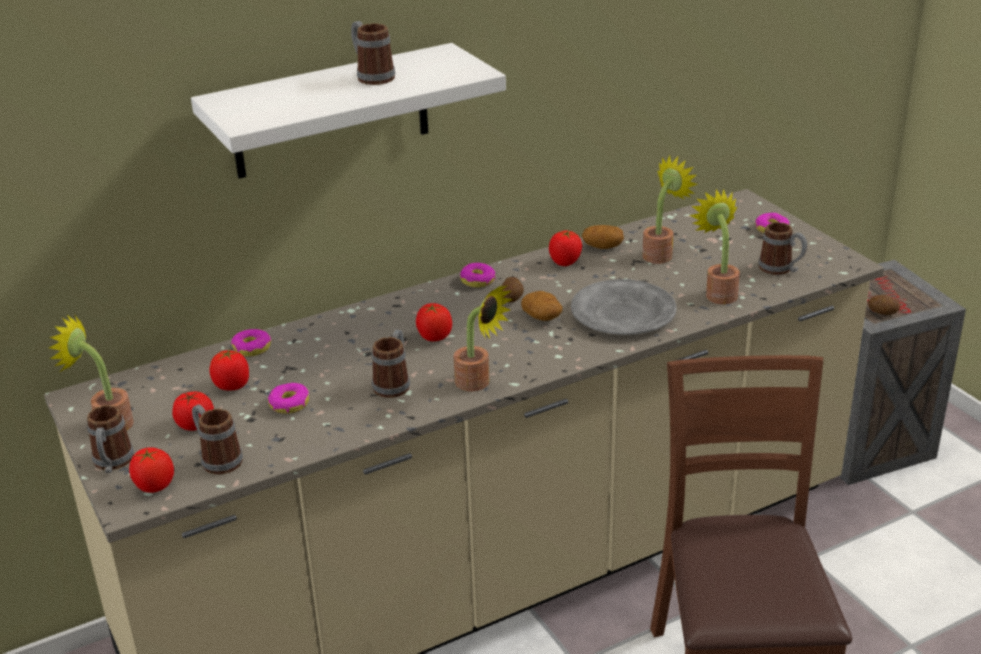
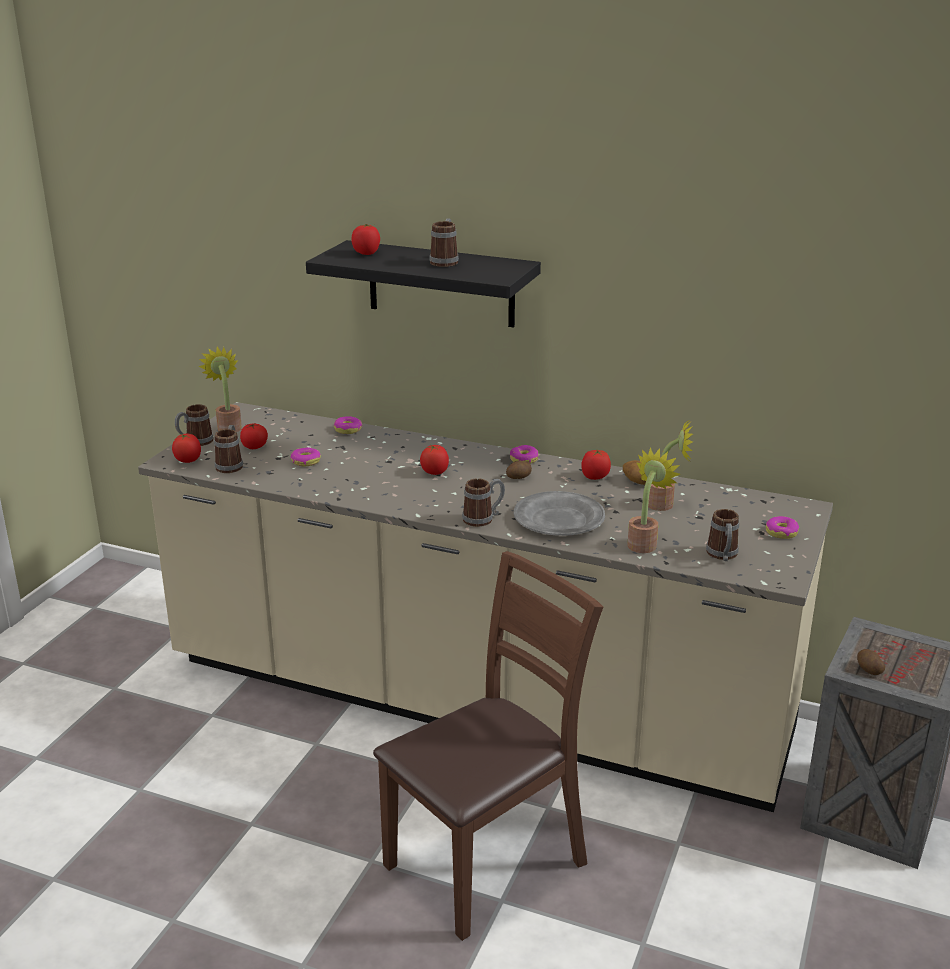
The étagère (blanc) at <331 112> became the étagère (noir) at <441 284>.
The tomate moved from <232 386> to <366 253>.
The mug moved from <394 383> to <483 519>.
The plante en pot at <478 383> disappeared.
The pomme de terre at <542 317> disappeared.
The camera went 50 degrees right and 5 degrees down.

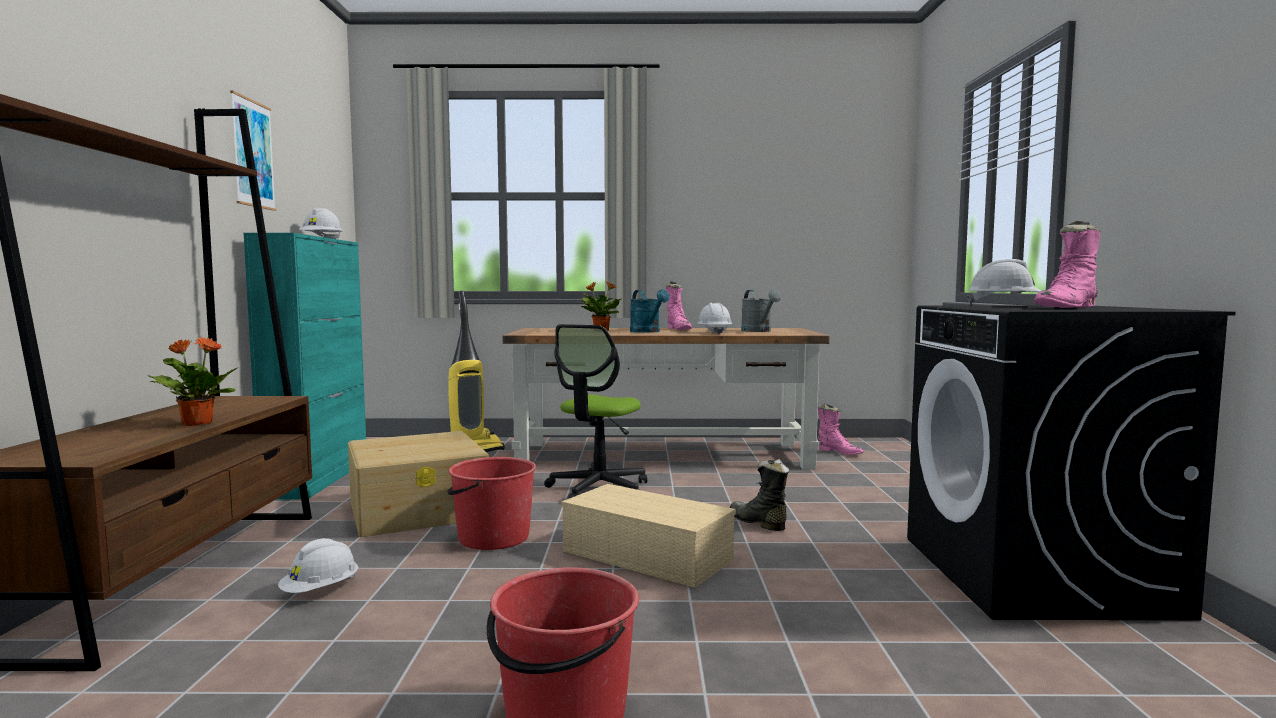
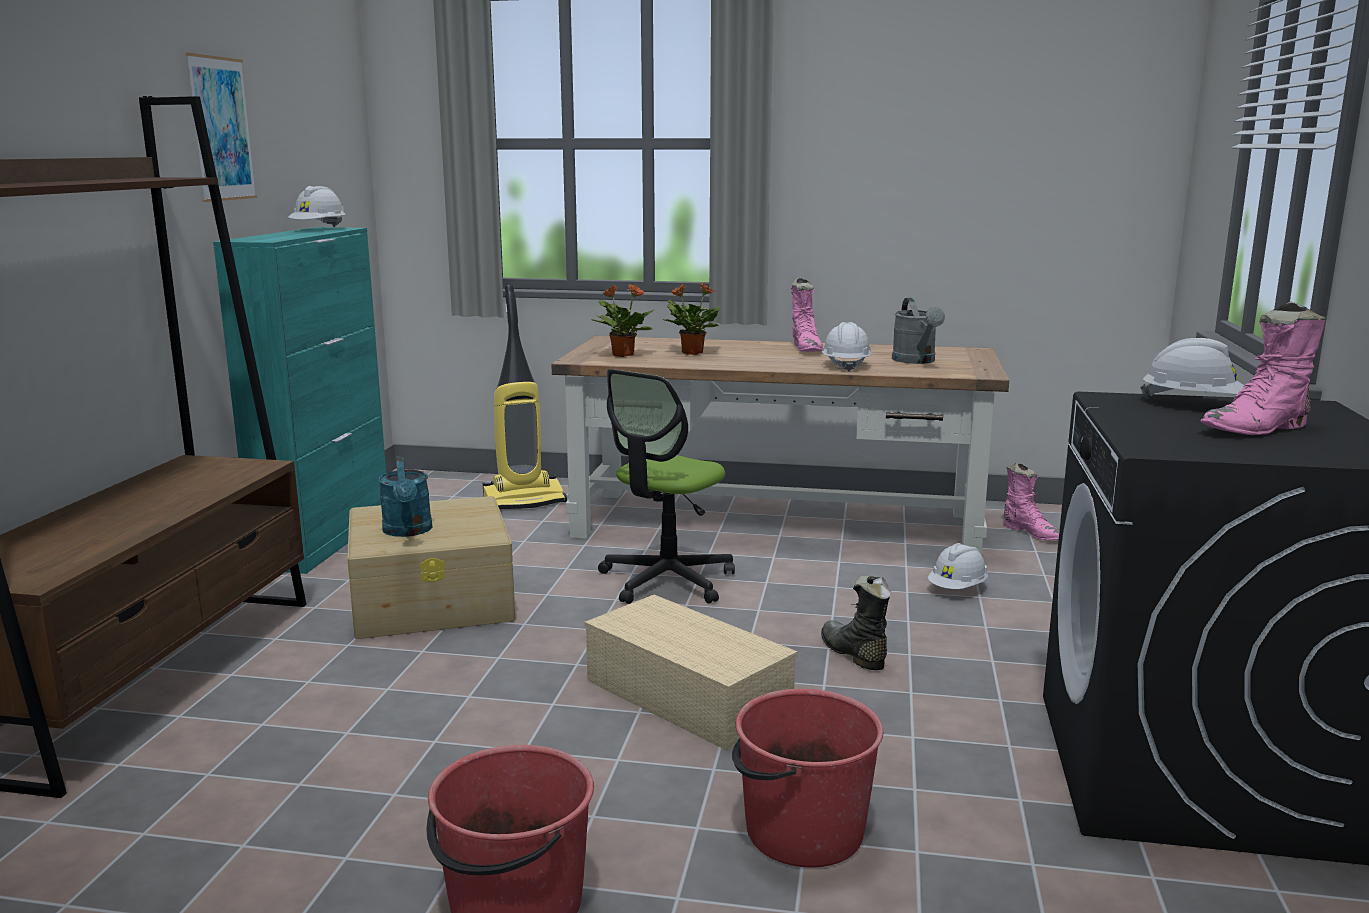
The plante en pot moved from <196 423> to <622 355>.
The casque de chantier (blanc) moved from <320 591> to <957 589>.
The seau (rouge) moved from <492 538> to <802 832>.
The arrosoir (turquoise) moved from <648 332> to <408 531>.
The camera went 10 degrees right and 10 degrees up.

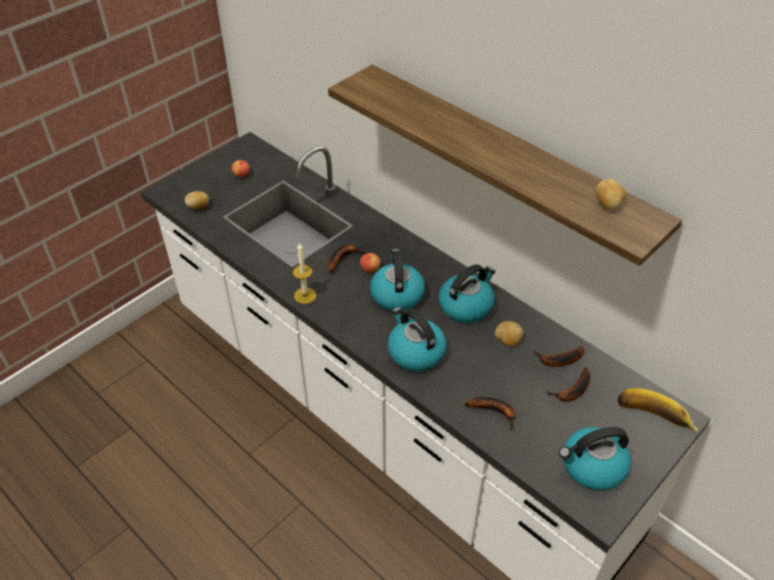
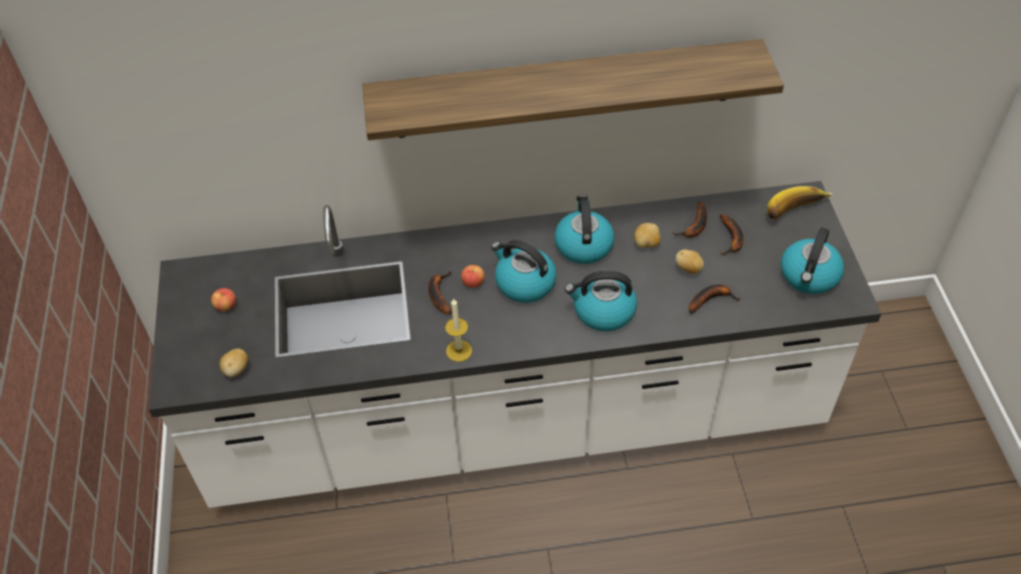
The pomme de terre moved from <608 205> to <688 269>.
The camera went 50 degrees left and 5 degrees up.

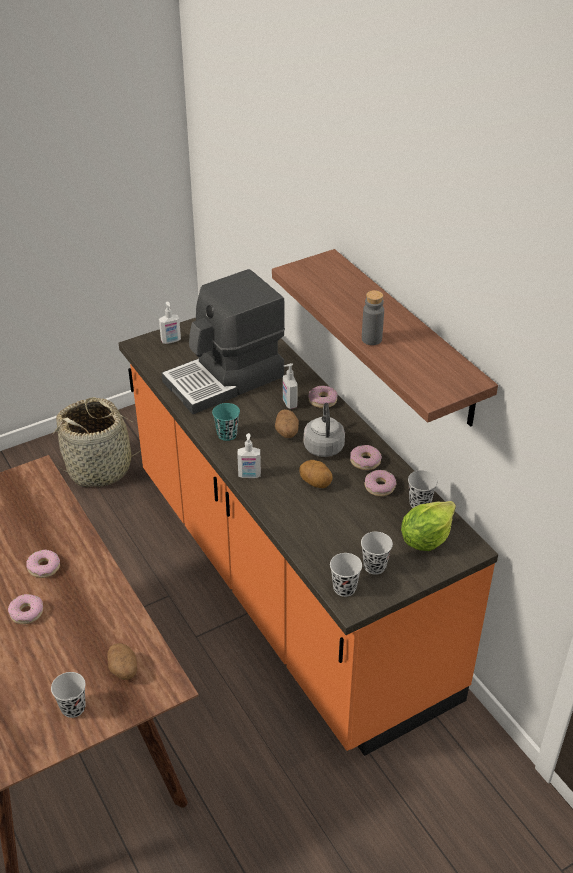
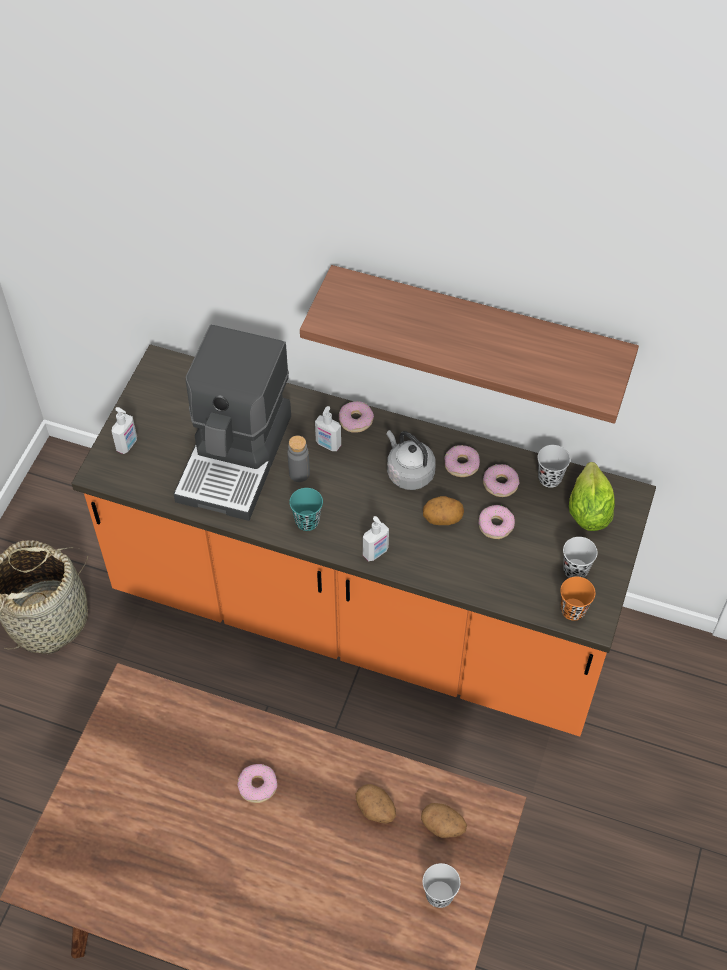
The beignet moved from <26 612> to <495 525>.
The pomme de terre moved from <287 433> to <376 810>.
The tasse (noir) at <344 588> became the tasse (orange) at <573 610>.
The bouteille (gris) moved from <371 339> to <299 473>.
The camera went 40 degrees left and 15 degrees up.

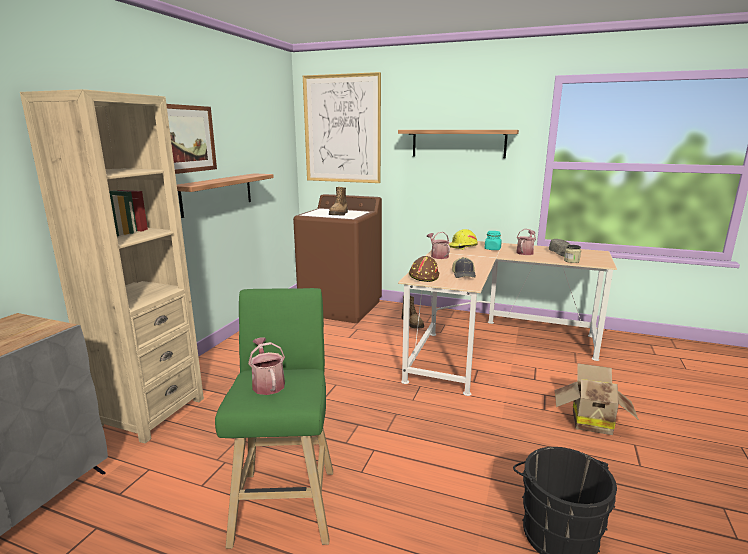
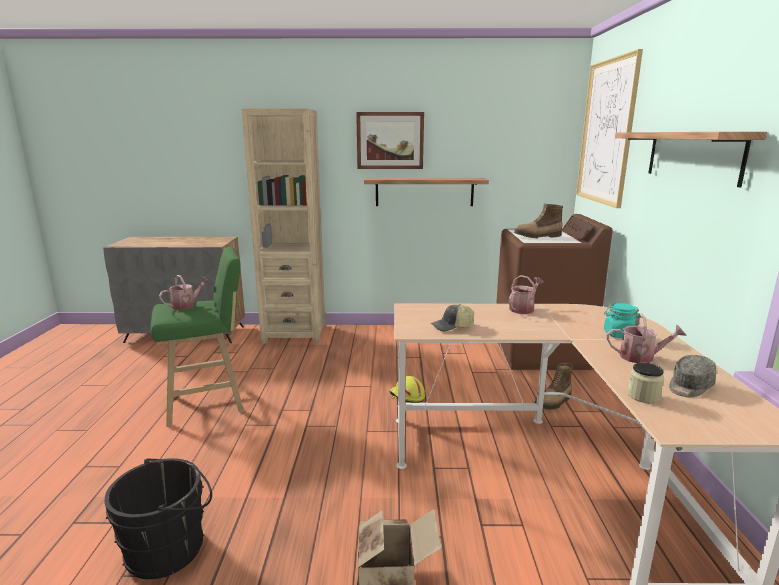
The casque de chantier (marron) at <423 276> disappeared.
The casque de chantier (jaune) moved from <463 247> to <407 396>.
The camera went 70 degrees right and 0 degrees up.

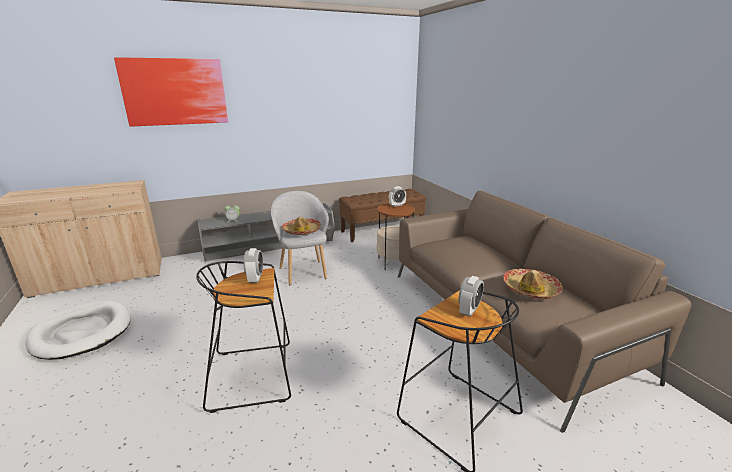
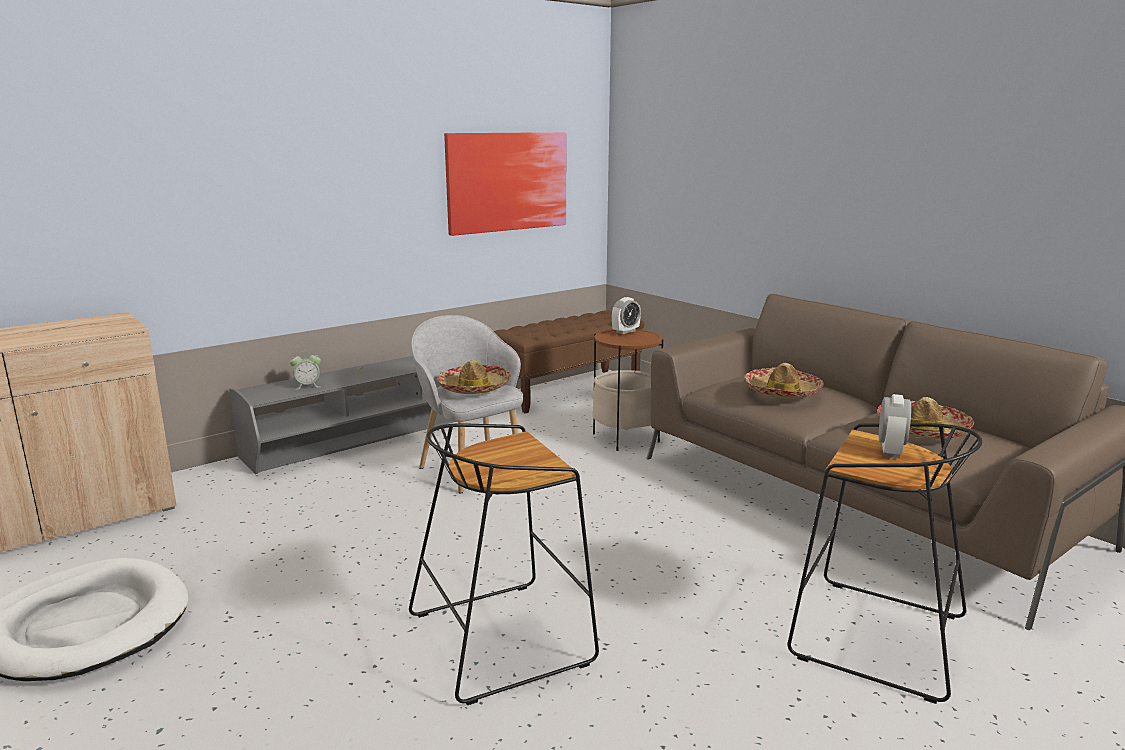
The tableau moved from <175 92> to <507 181>.
The réveil at <255 278> disappeared.
The chapeau at <782 392> appeared.
The camera went 15 degrees left and 5 degrees down.

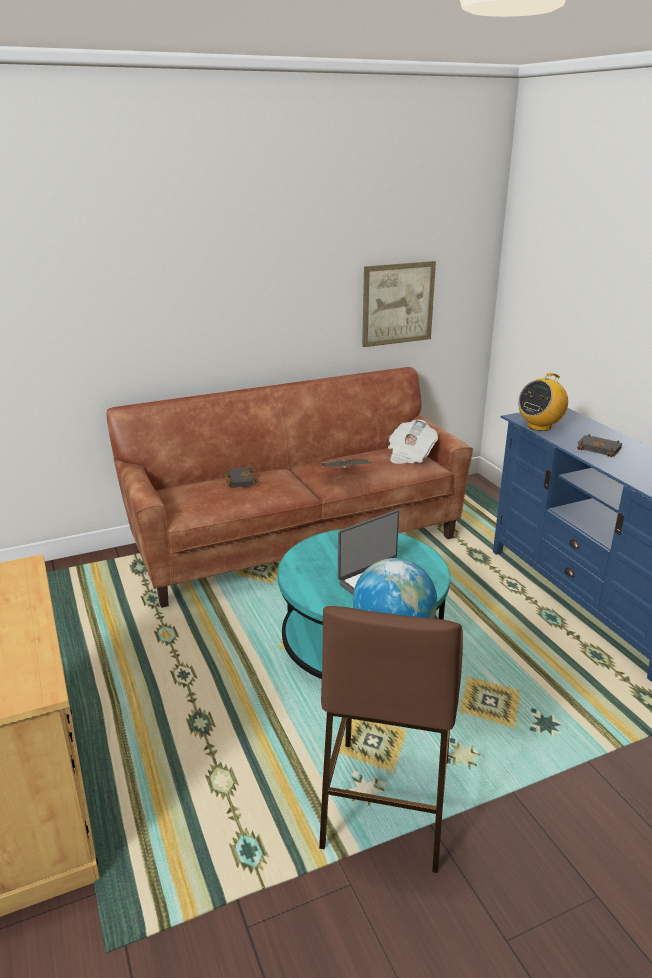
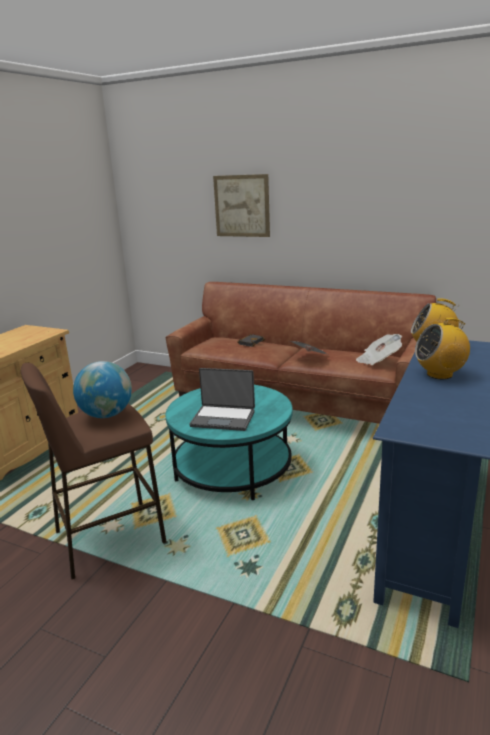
The tableau moved from <398 303> to <242 206>.
The livre (noir) at <600 449> was replaced by the radio at <440 374>.
The camera went 50 degrees right and 5 degrees down.

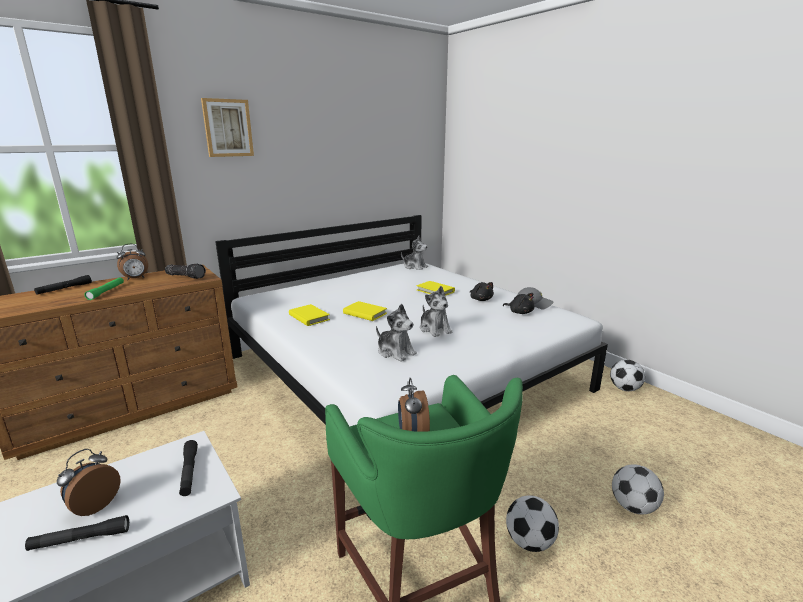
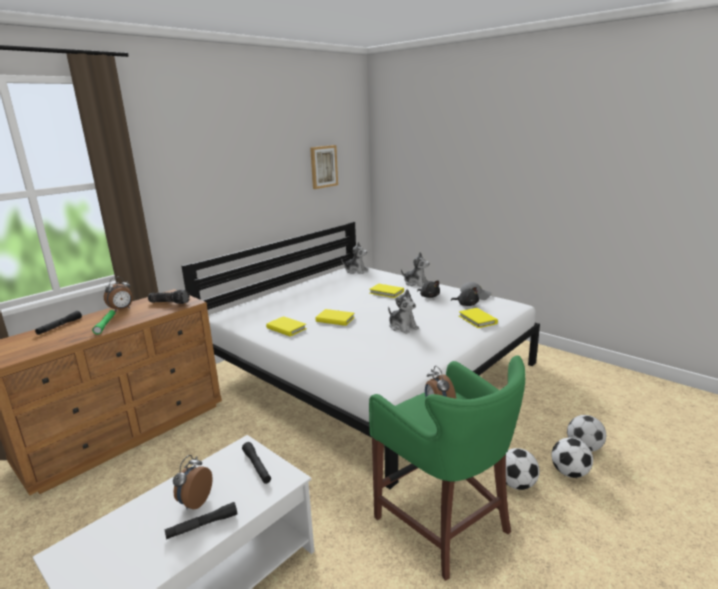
The tableau moved from <227 128> to <323 166>.
The peluche moved from <395 352> to <416 283>.
The ballon de foot moved from <624 389> to <569 472>.
The livre (jaune) at <477 320> appeared.
The camera went 10 degrees left and 0 degrees up.

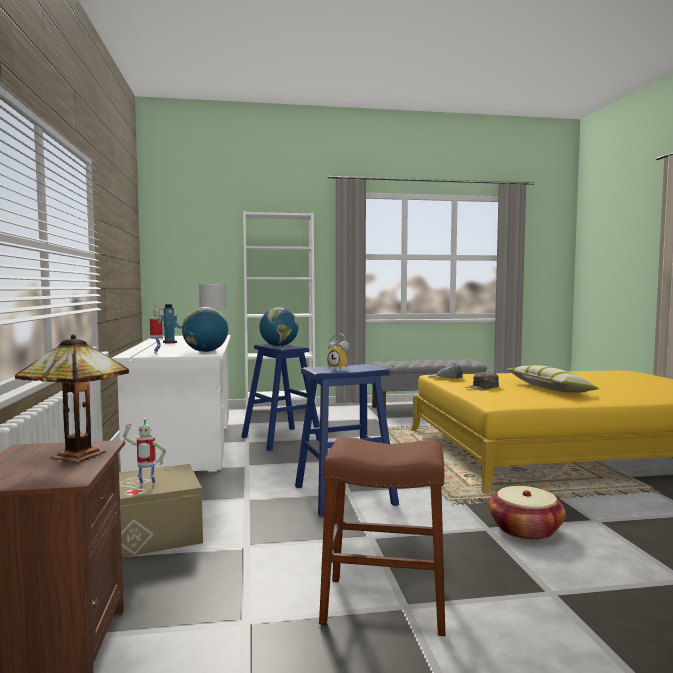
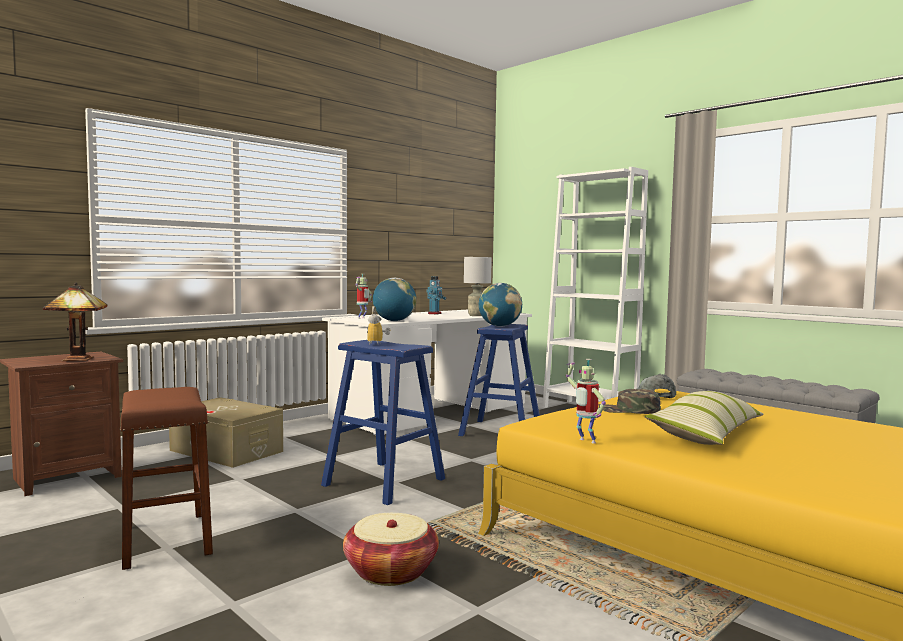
The robot jouet moved from <146 486> to <585 441>.
The camera went 55 degrees right and 0 degrees up.

